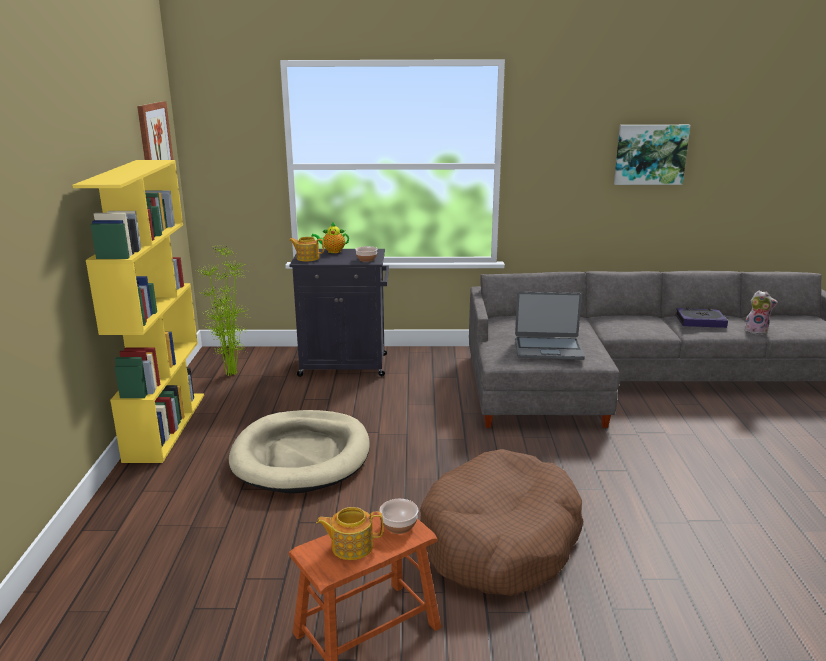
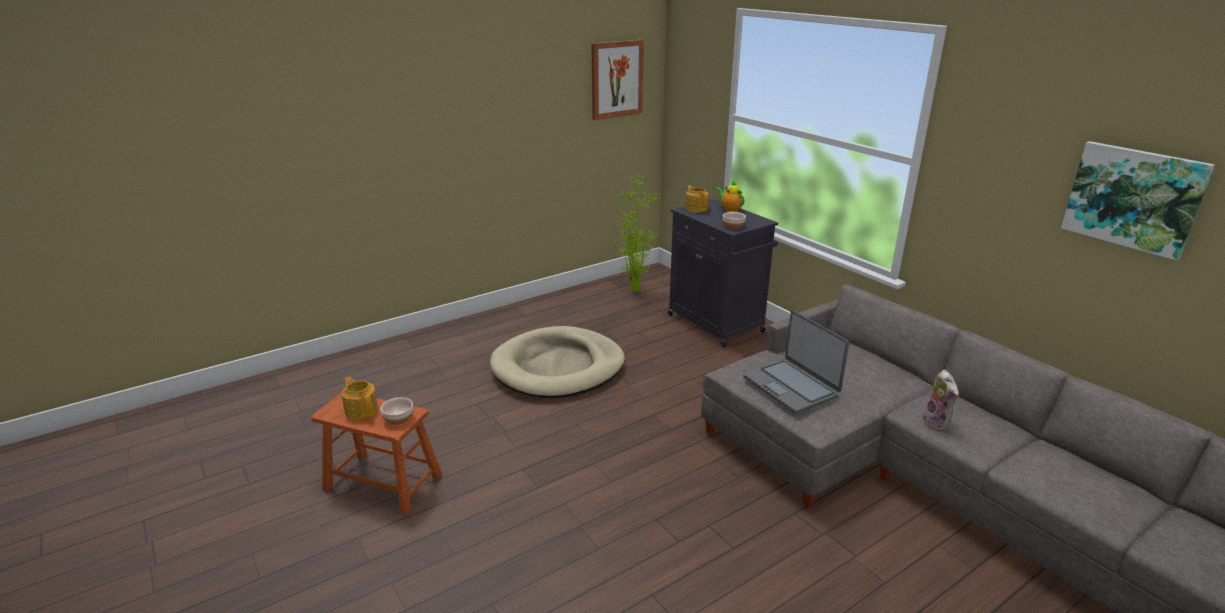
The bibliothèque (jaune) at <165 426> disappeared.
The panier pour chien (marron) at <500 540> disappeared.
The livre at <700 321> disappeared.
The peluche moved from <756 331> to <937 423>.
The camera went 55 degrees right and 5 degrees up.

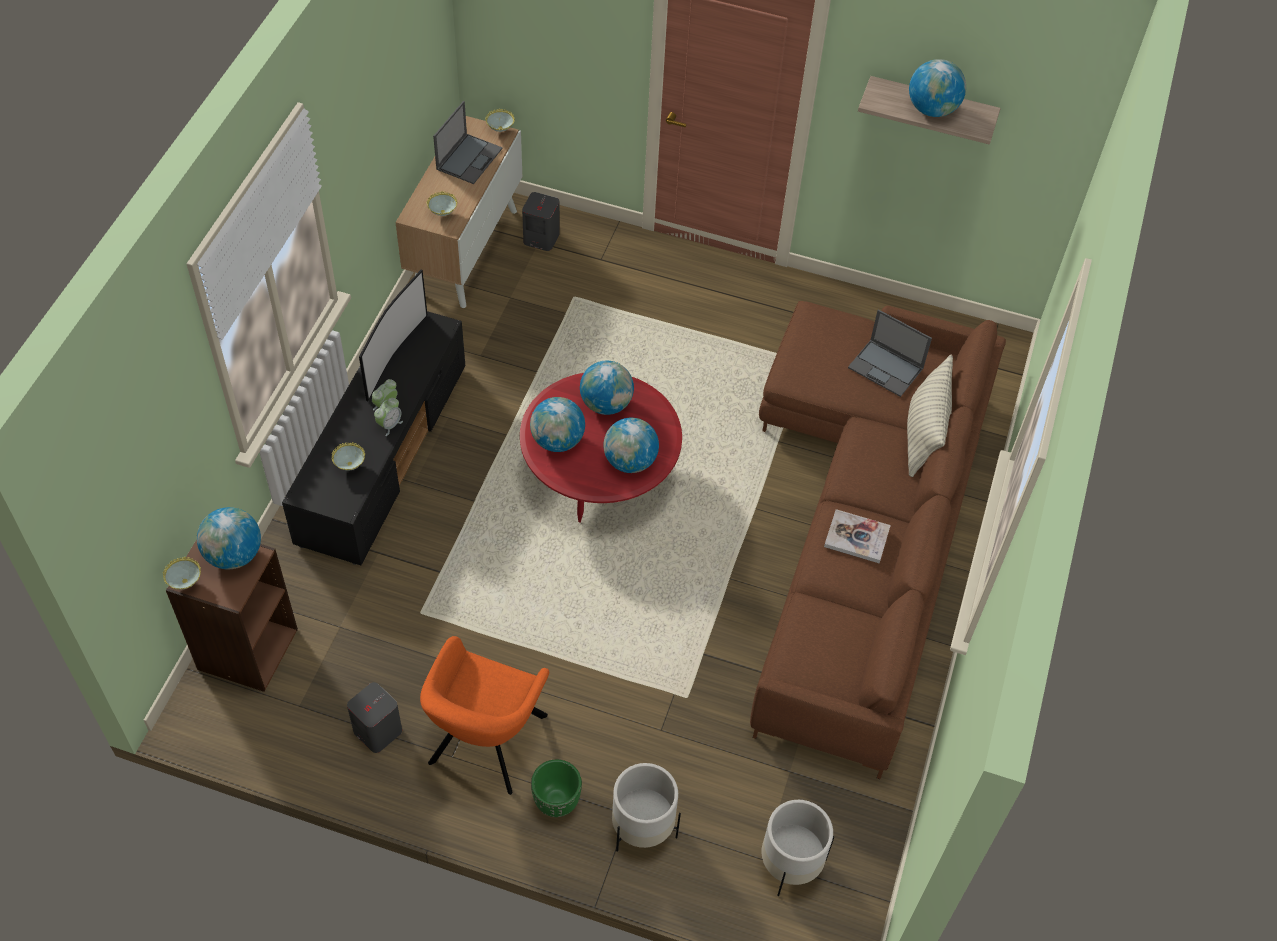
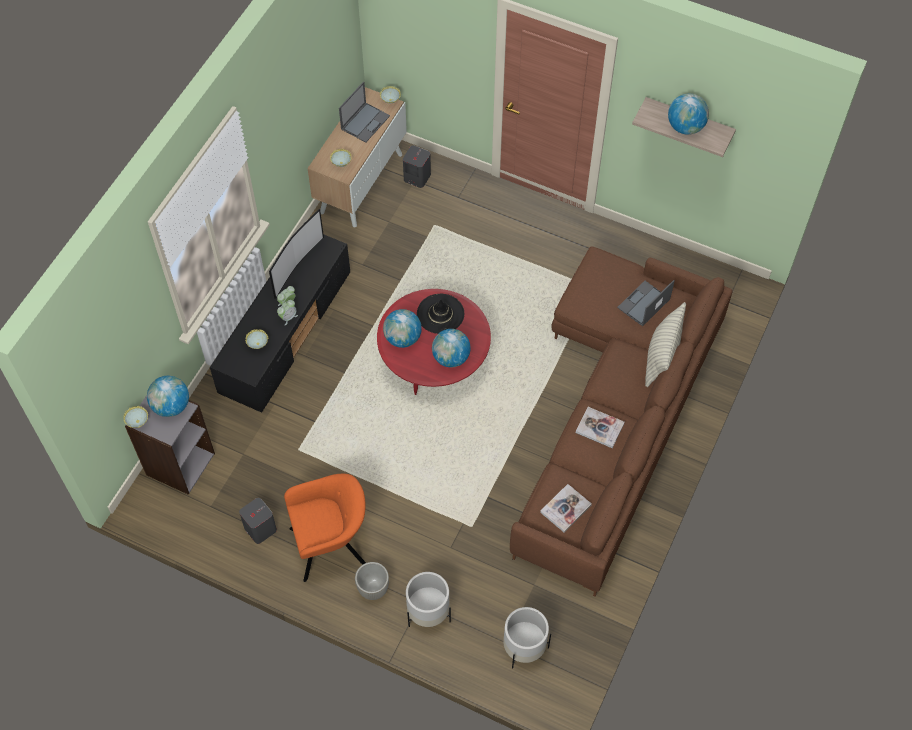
The bibliothèque (marron) at <246 648> became the bibliothèque (gris) at <179 463>.
The fauteuil (orange) at <486 743> turned 135 degrees counterclockwise.
The cache-pot (vert) at <556 801> became the cache-pot (gris) at <373 589>.
The globe at <606 404> was replaced by the chapeau (noir) at <440 314>.
The ordinateur portable at <886 368> turned 90 degrees clockwise.
The livre at <565 509> appeared.
The camera went 10 degrees right and 5 degrees up.

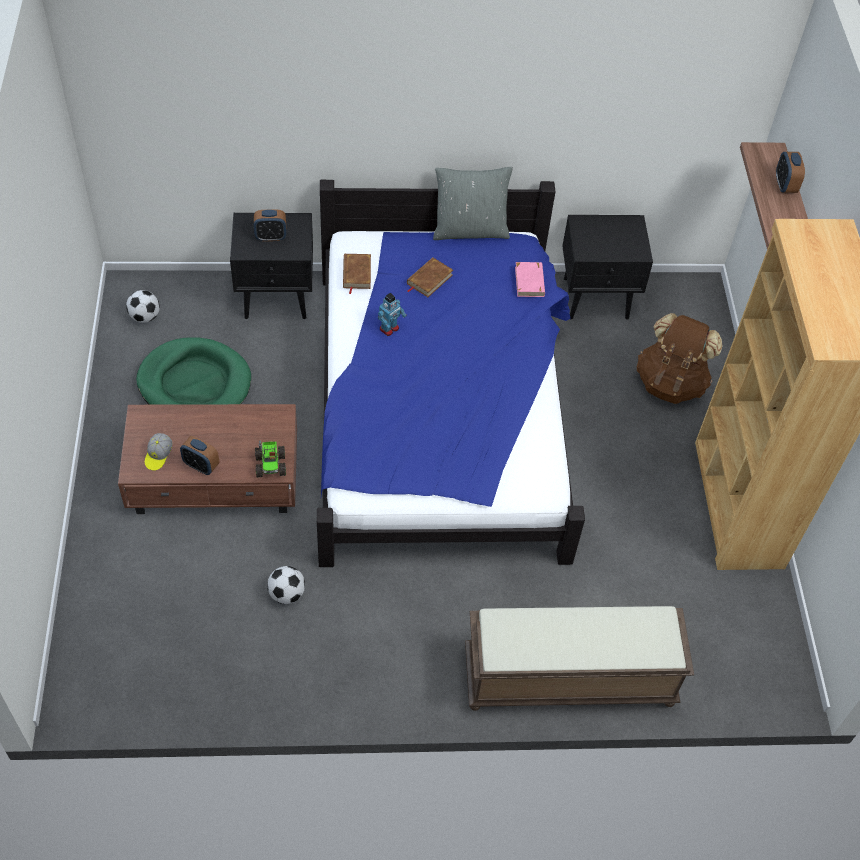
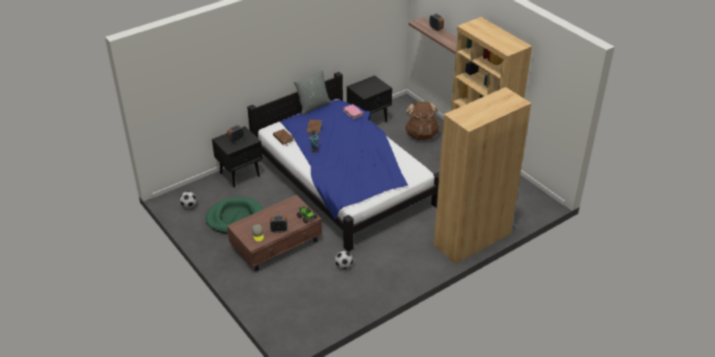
The banc (marron) at <568 679> was replaced by the bibliothèque (marron) at <472 239>.
The camera went 30 degrees left and 15 degrees down.

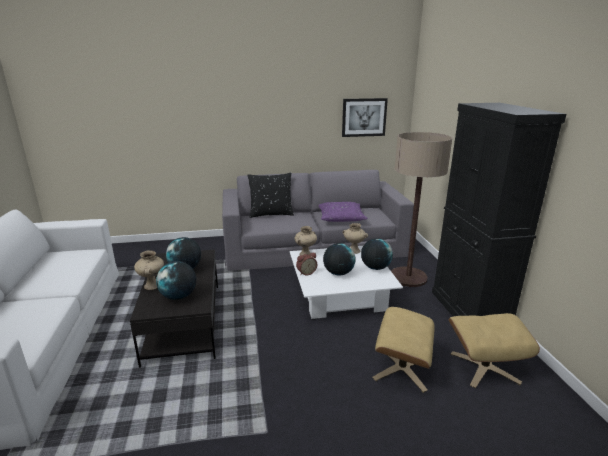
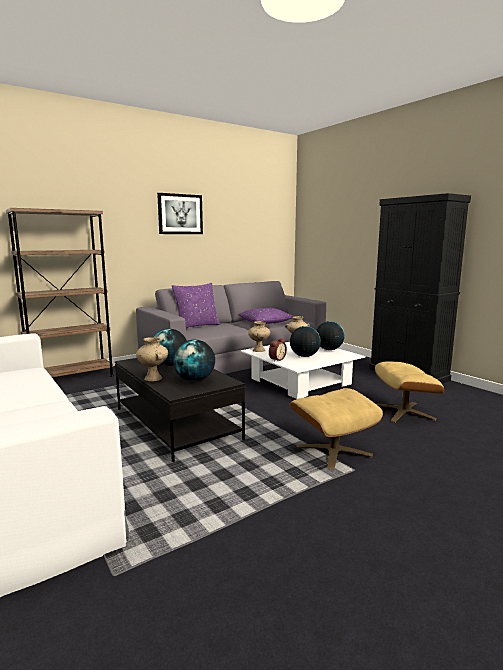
The coussin (noir) at <271 214> became the coussin (violet) at <197 326>.
The tableau moved from <364 117> to <180 214>.
The lampadaire at <408 277> disappeared.
The pouf (beige) moved from <484 367> to <333 451>.
The bibliothèque (marron) at <71 378> appeared.
The camera went 25 degrees left and 10 degrees down.

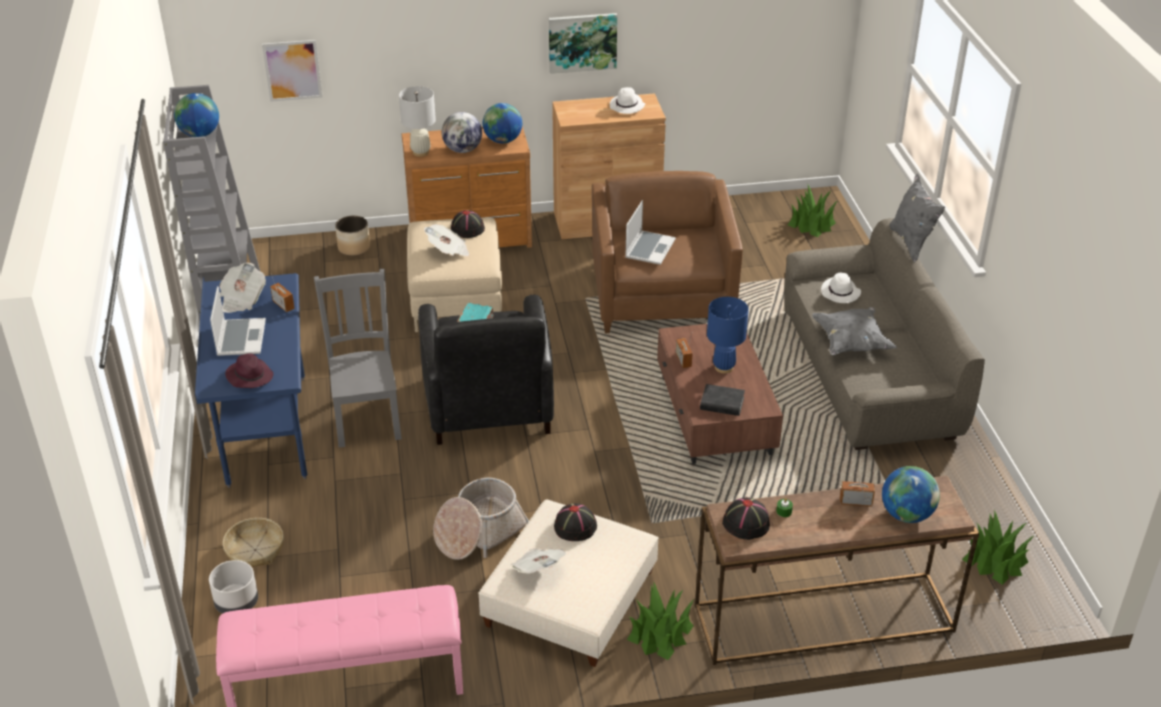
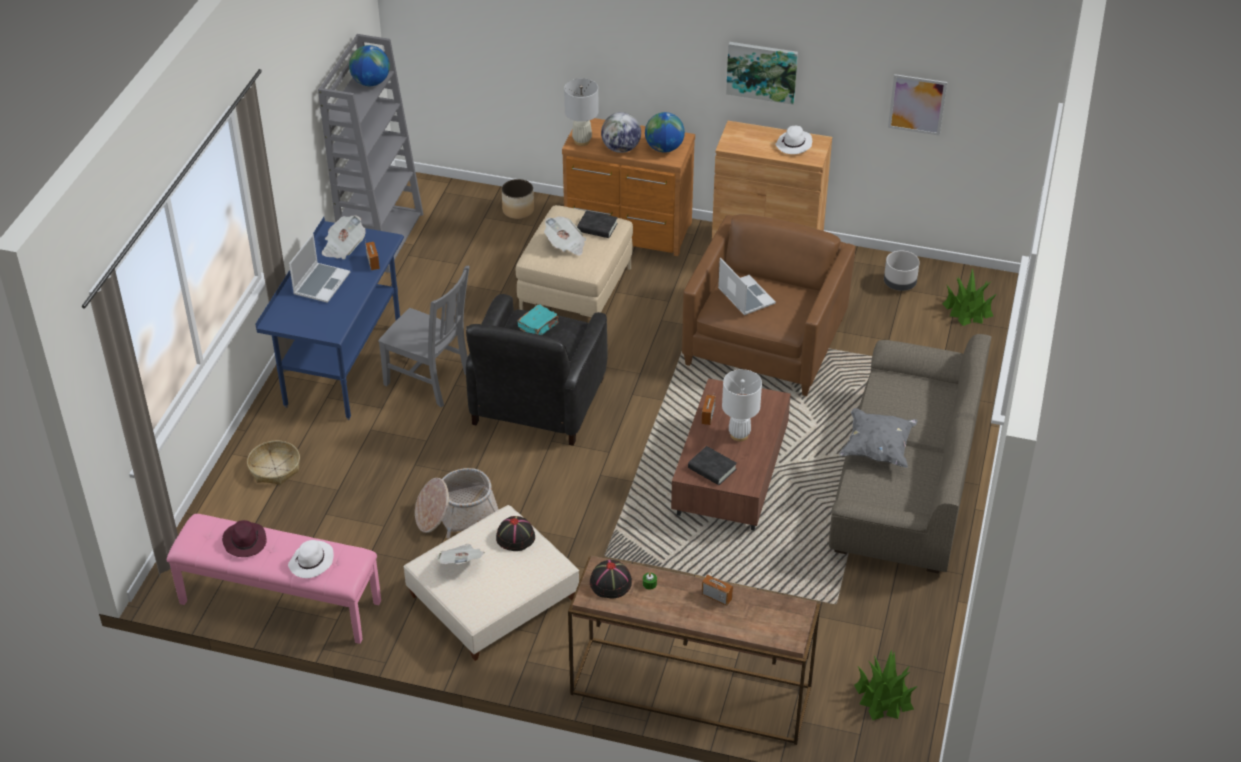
The cache-pot (gris) moved from <236 603> to <899 284>.
The chapeau (violet) moved from <249 376> to <244 541>.
The tableau moved from <292 70> to <917 104>.
The chaise (gris) at <367 417> turned 105 degrees clockwise.
The chapeau (noir) at <468 229> was replaced by the livre (noir) at <597 228>.
The ordinateur portable at <649 248> turned 75 degrees counterclockwise.
The plante en pot at <660 633> disappeared.
The lampe de table (bleu) at <723 367> became the lampe de table (blanc) at <739 435>.
The chapeau (blanc) moved from <840 293> to <311 562>.
The globe at <906 514> disappeared.
The coussin (gris) at <911 243> disappeared.
The camera went 25 degrees right and 5 degrees up.

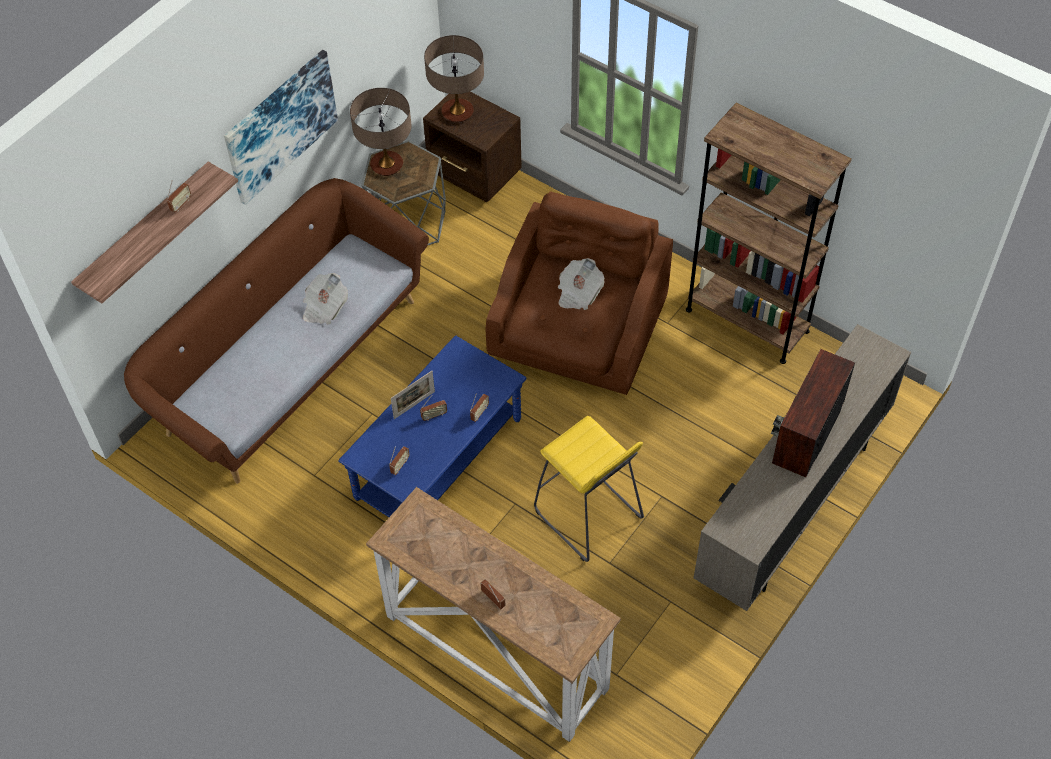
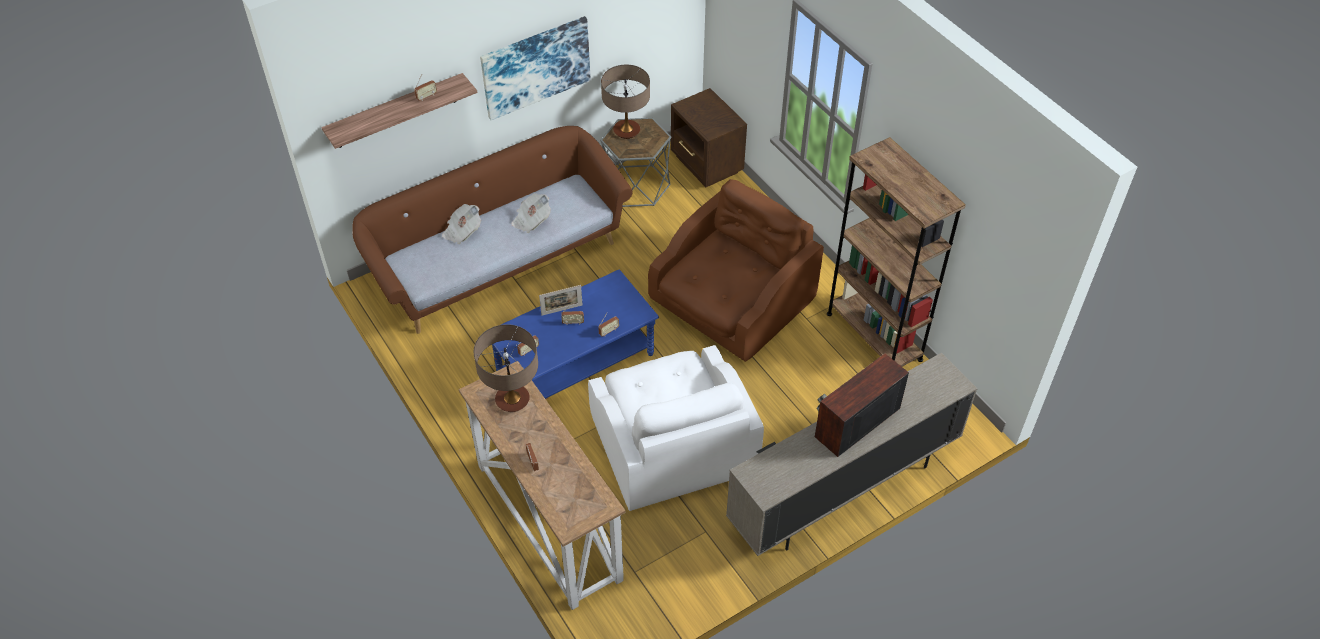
The lampe de table moved from <457 112> to <512 400>.
The tabouret (jaune) at <588 515> was replaced by the fauteuil (blanc) at <671 443>.
The journal moved from <578 293> to <462 231>.
The camera went 20 degrees right and 5 degrees down.

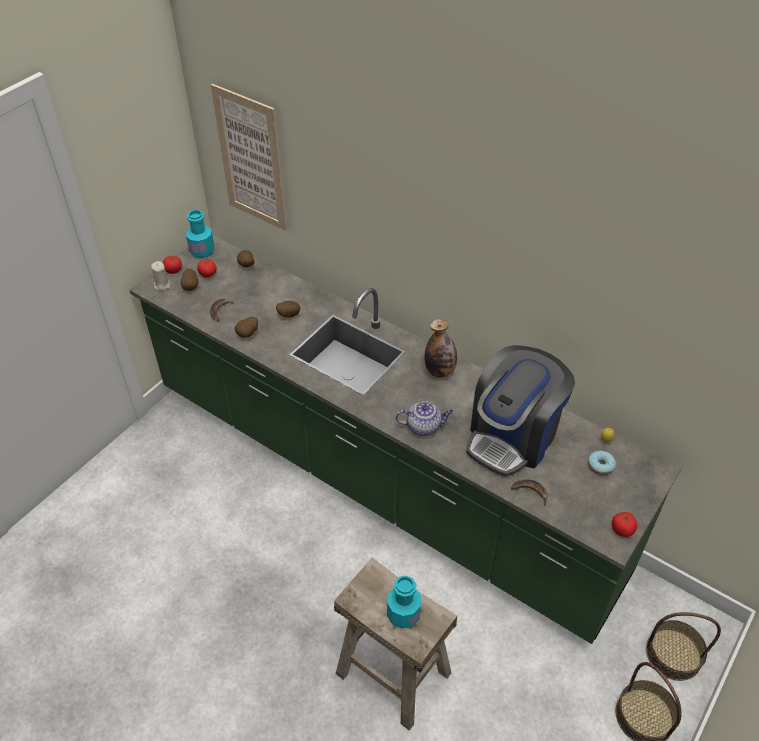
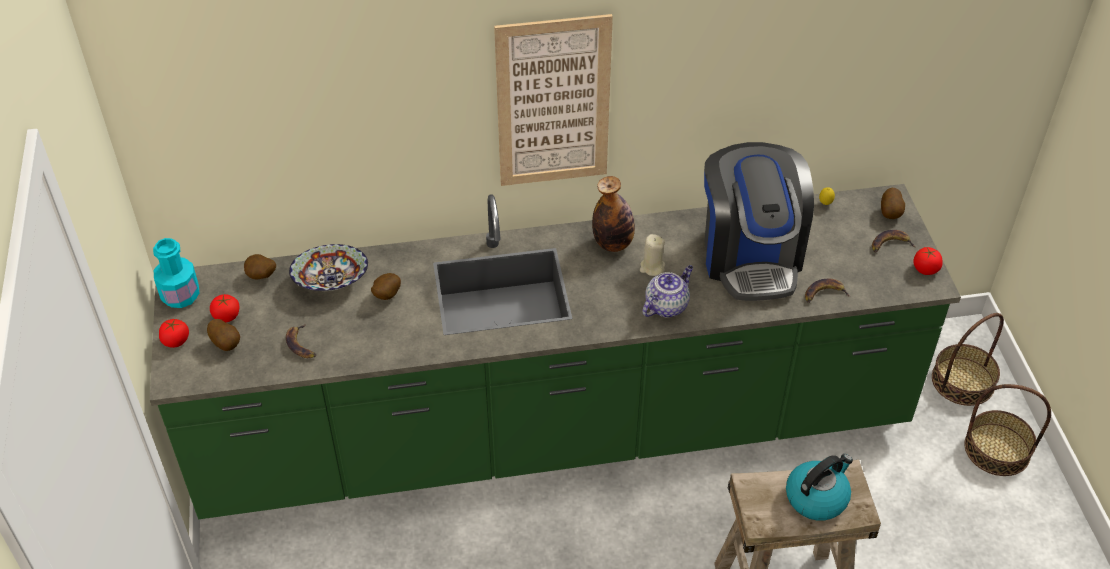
The bougie (beige) moved from <162 285> to <652 267>.
The tableau moved from <251 159> to <553 103>.
The pomme de terre moved from <248 334> to <890 213>.
The bouteille (turquoise) at <403 614> was replaced by the bouilloire at <817 497>.
The beignet at <600 466> disappeared.
The bol at <331 282> appeared.
The banane at <890 244> appeared.
The camera went 45 degrees left and 0 degrees up.

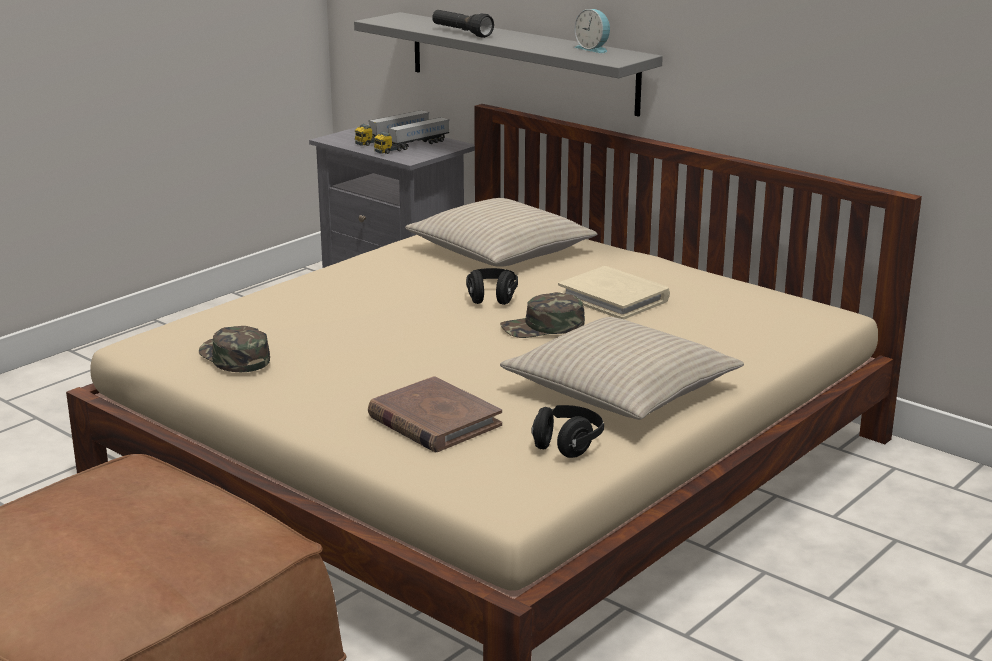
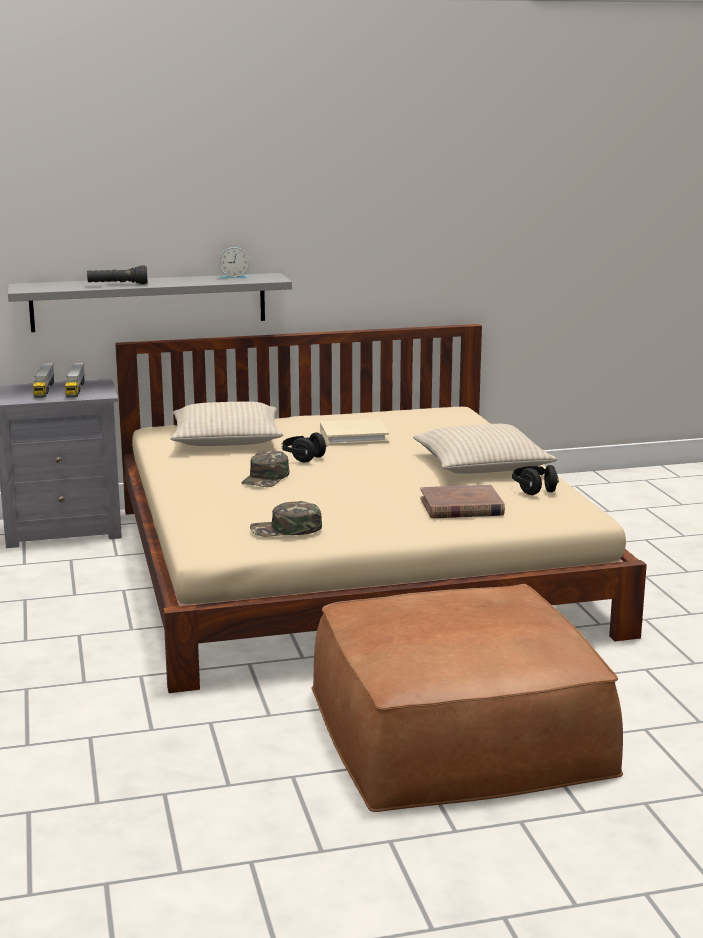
The casquette (vert) moved from <542 327> to <266 478>.
The camera went 55 degrees left and 5 degrees down.

